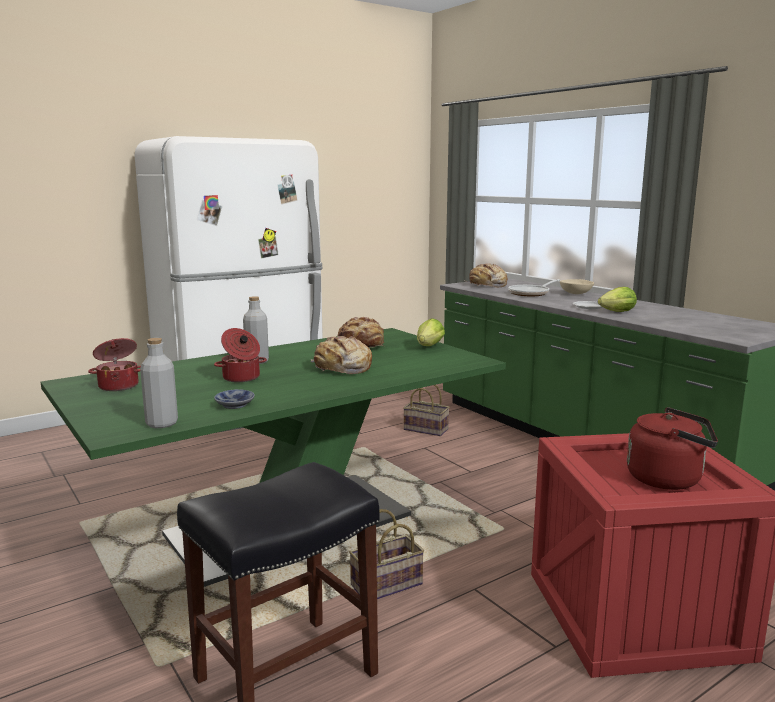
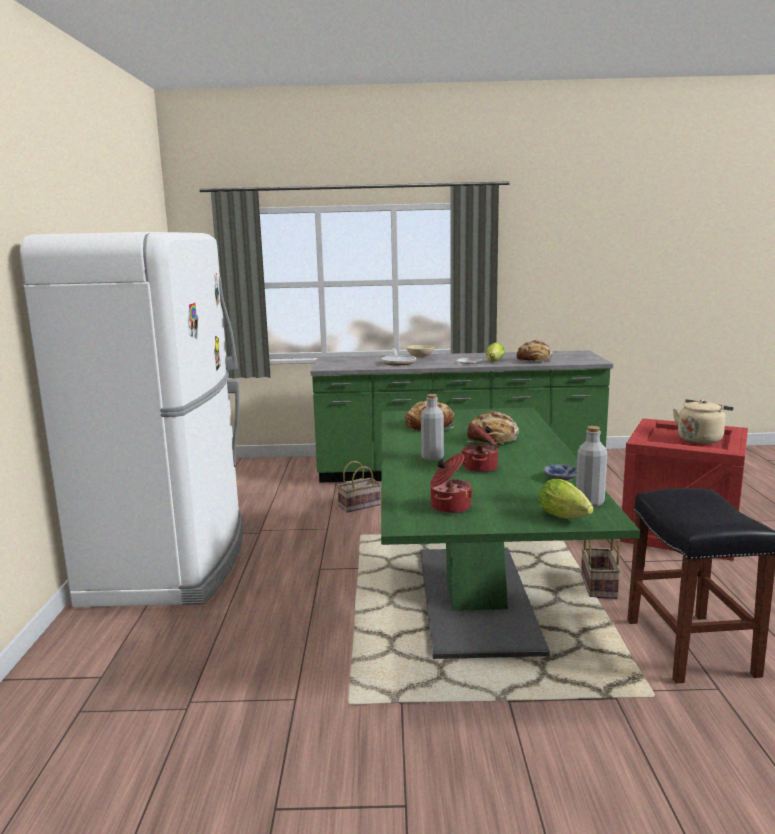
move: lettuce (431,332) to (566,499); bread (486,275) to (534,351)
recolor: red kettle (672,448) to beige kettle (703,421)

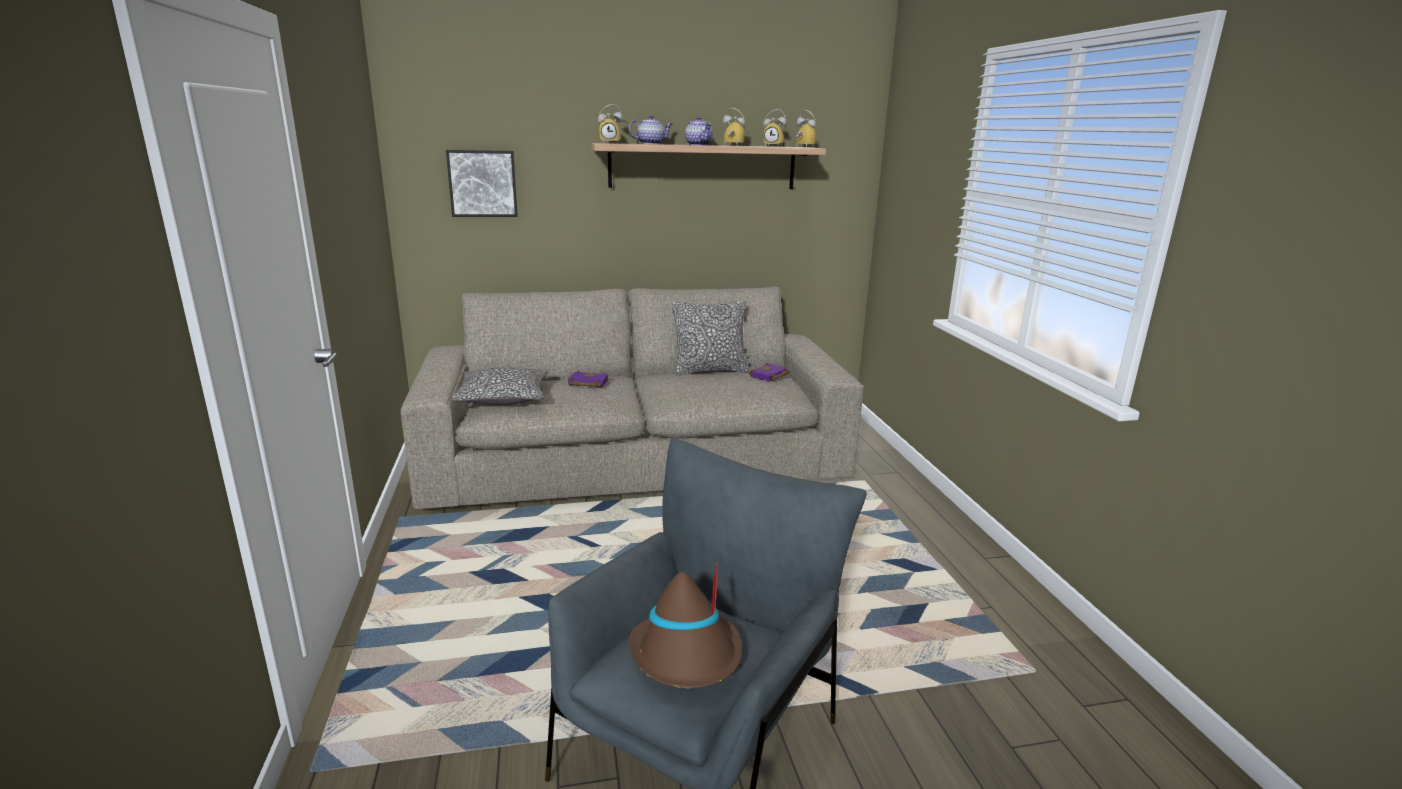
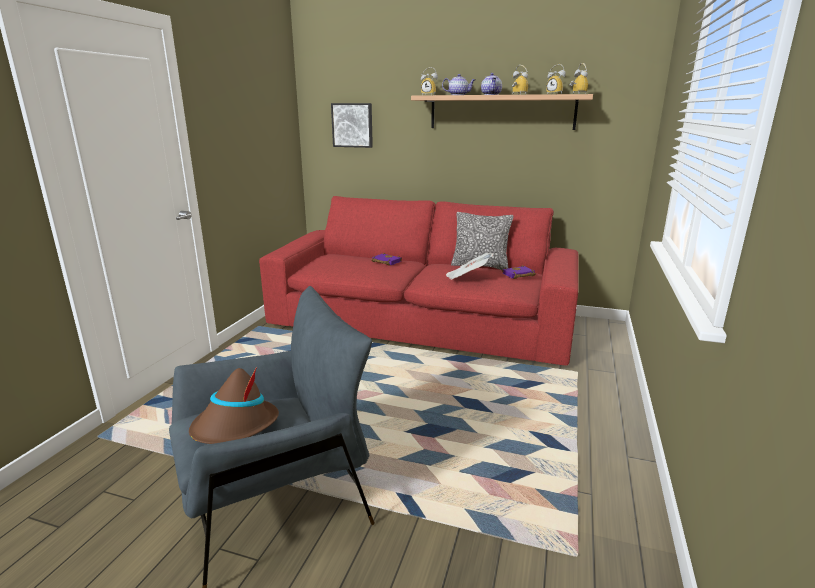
delete: pillow (499,386)
insert: newspaper (469,266)
recolor: beige sofa (632,398) to red sofa (419,281)

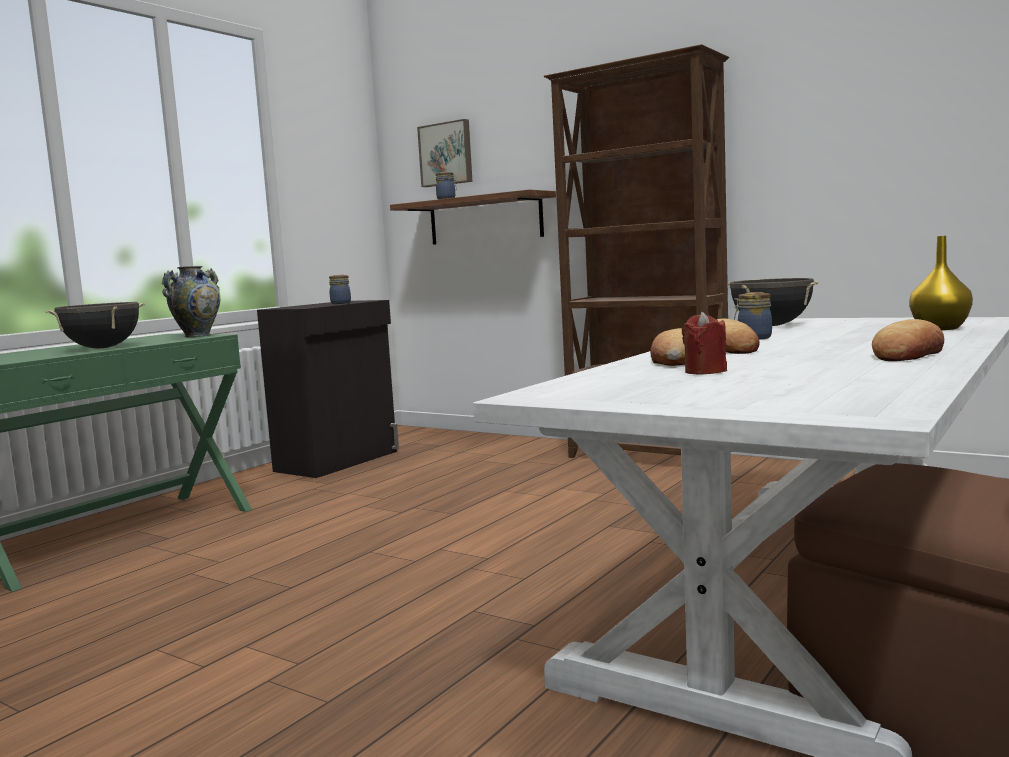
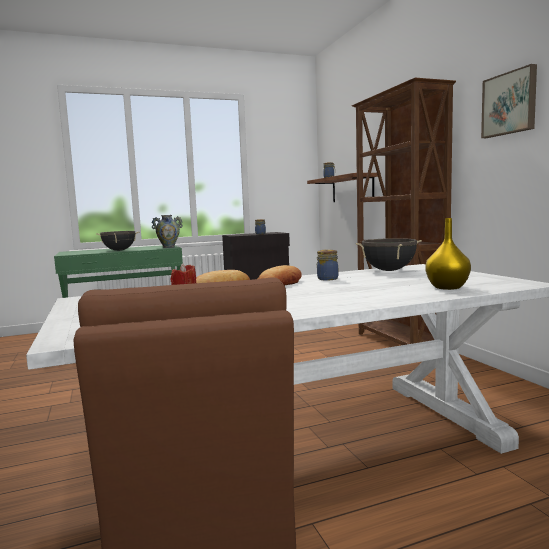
delete: bread (908,340)
move: picture (445,153) to (509,101)

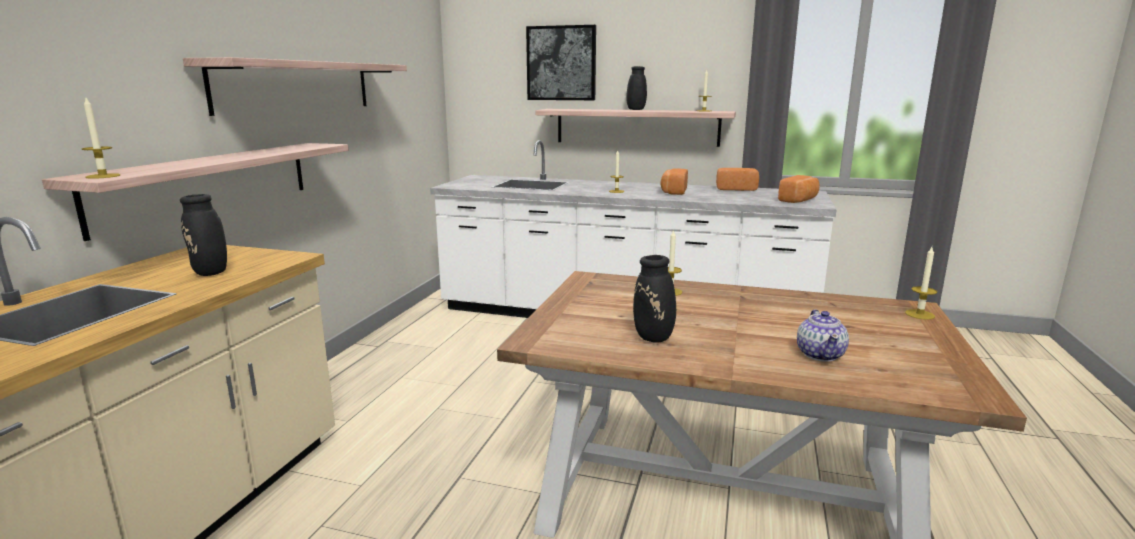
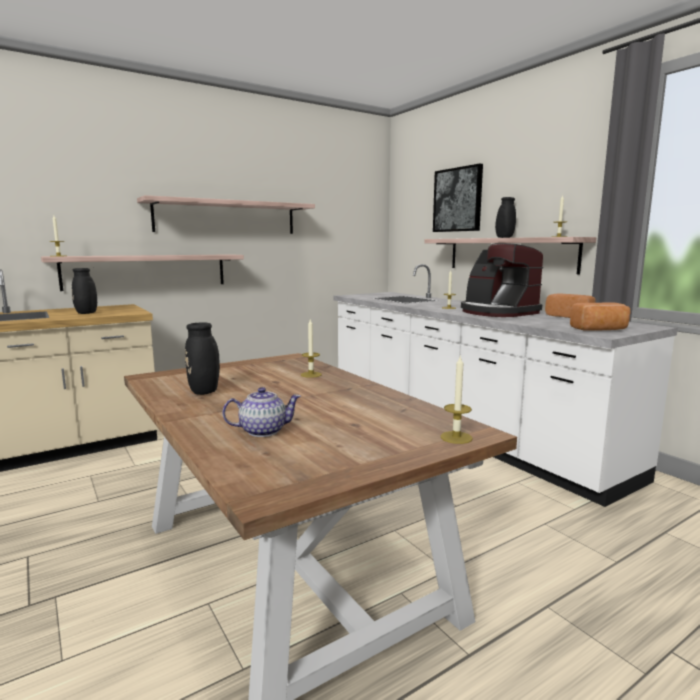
replace: bread (674,181) to coffee machine (502,280)
rotate: teapot (823,335) = (261,412) 150 degrees counterclockwise

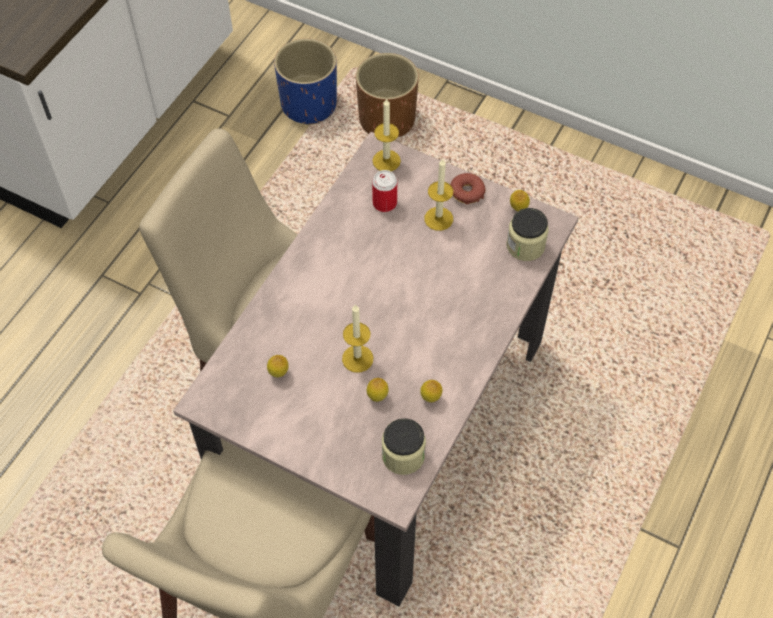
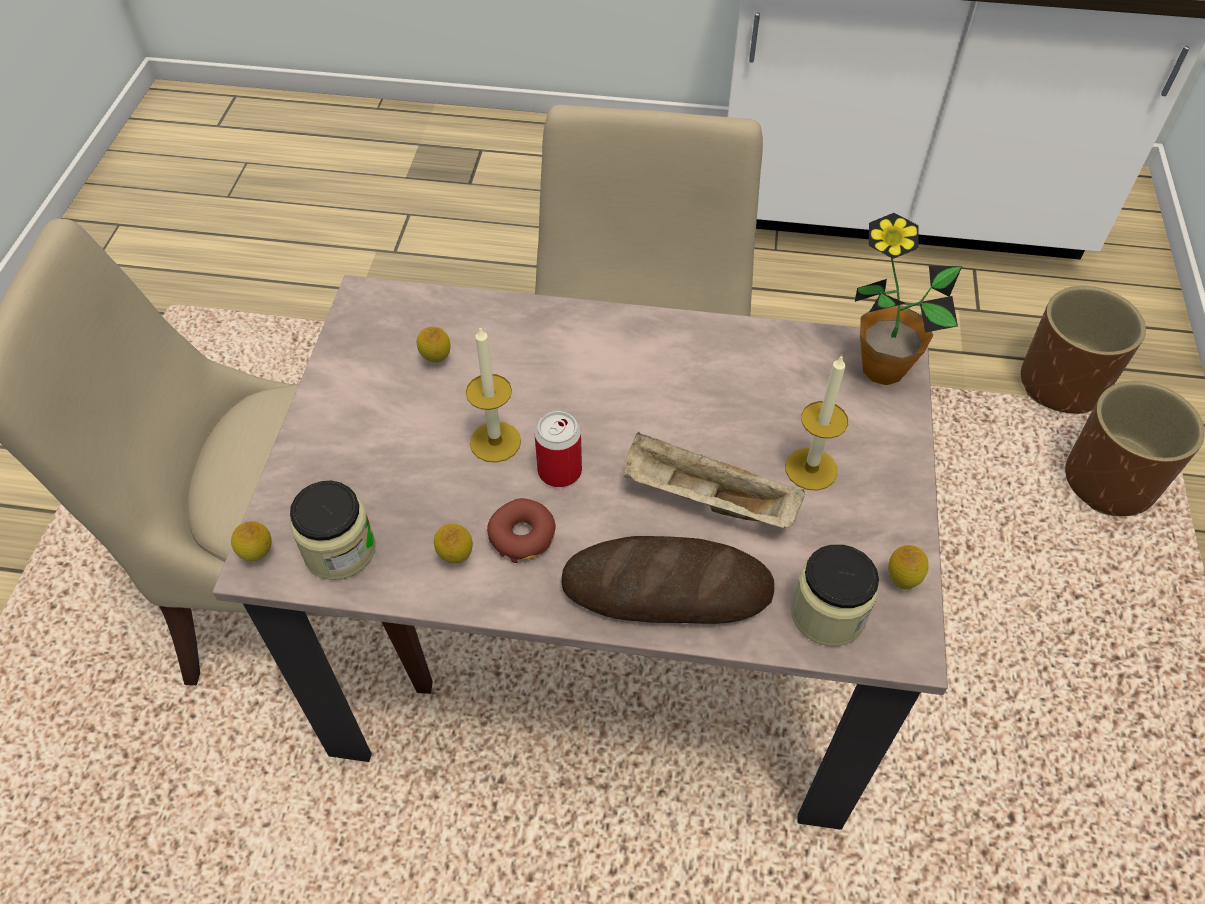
insert: bread (668,580); beige tray (714,480)
move: lemon (377,390) to (251,541); can (384,191) to (558,449); donut (467,188) to (521,530)
replace: candle (386,134) to potted plant (908,299)
recolor: blue planter (305,82) to brown planter (1083,350)

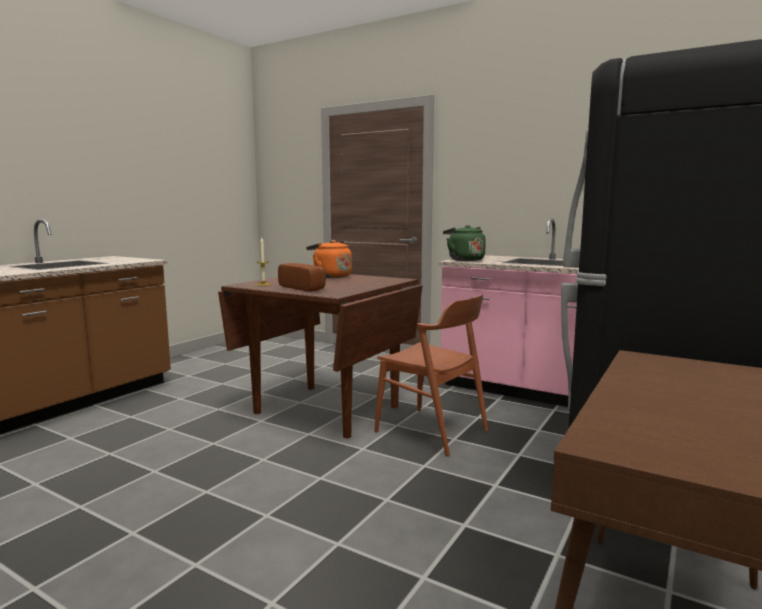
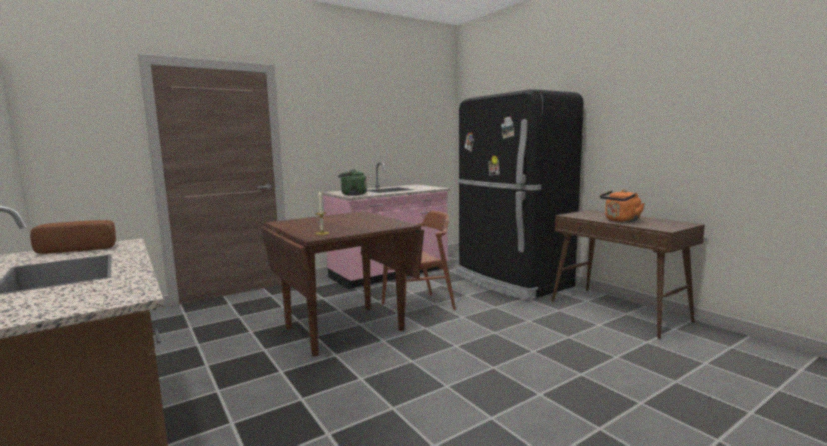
move: bread (302,277) to (73,237); orange kettle (329,259) to (622,206)

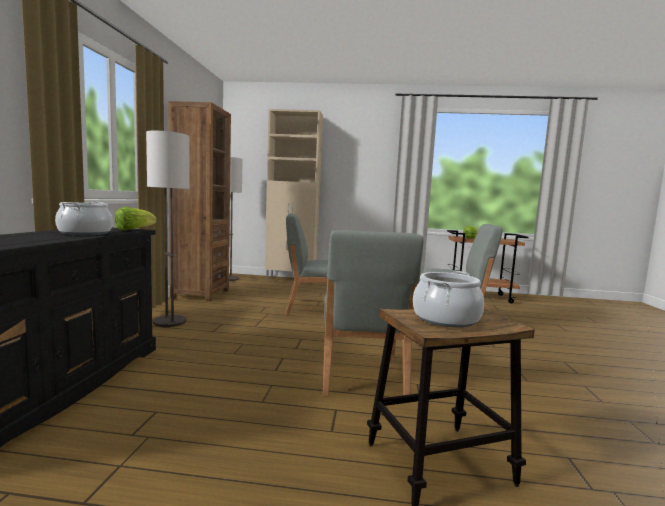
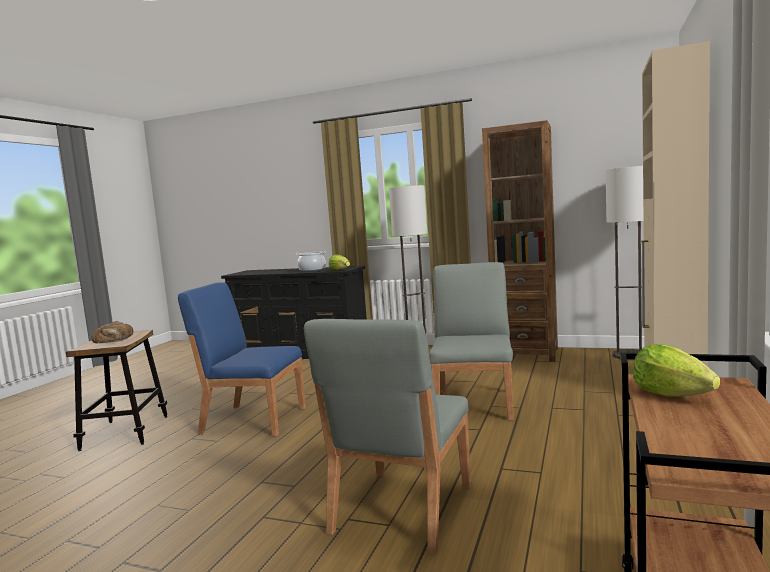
replace: cooking pot (448,299) to bread (112,332)
recolor: grey chair (373,313) to blue chair (242,359)

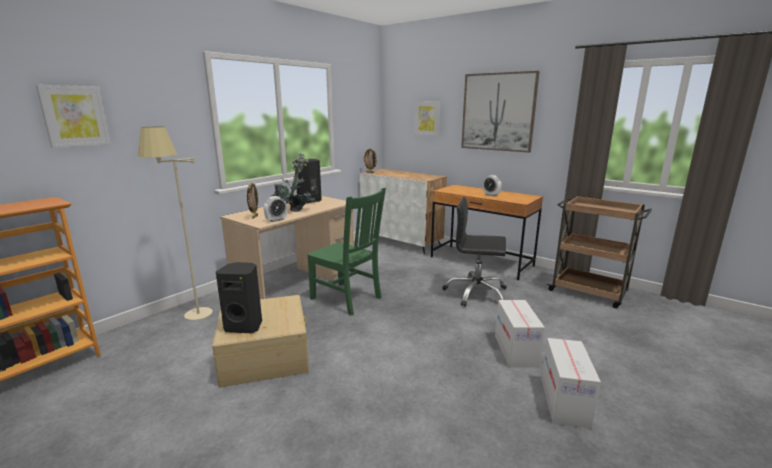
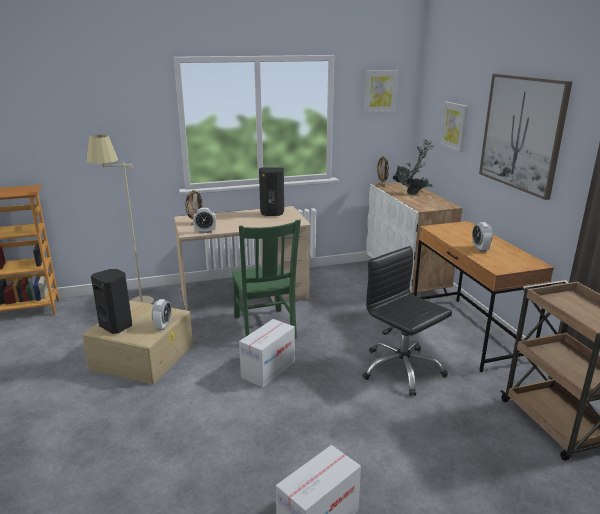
insert: alarm clock (161,314)
move: picture (73,116) to (381,91); potted plant (293,183) to (413,167); cardboard box (520,333) to (267,353)

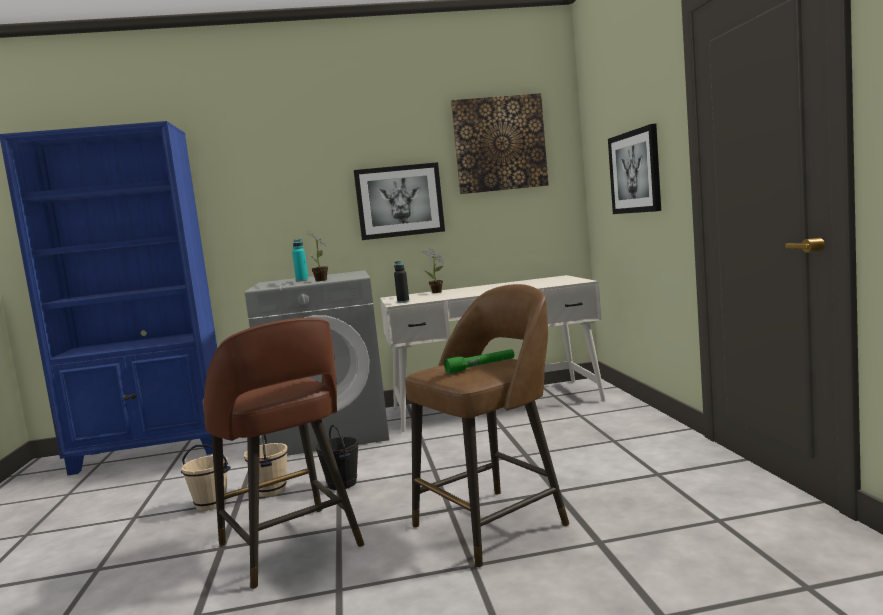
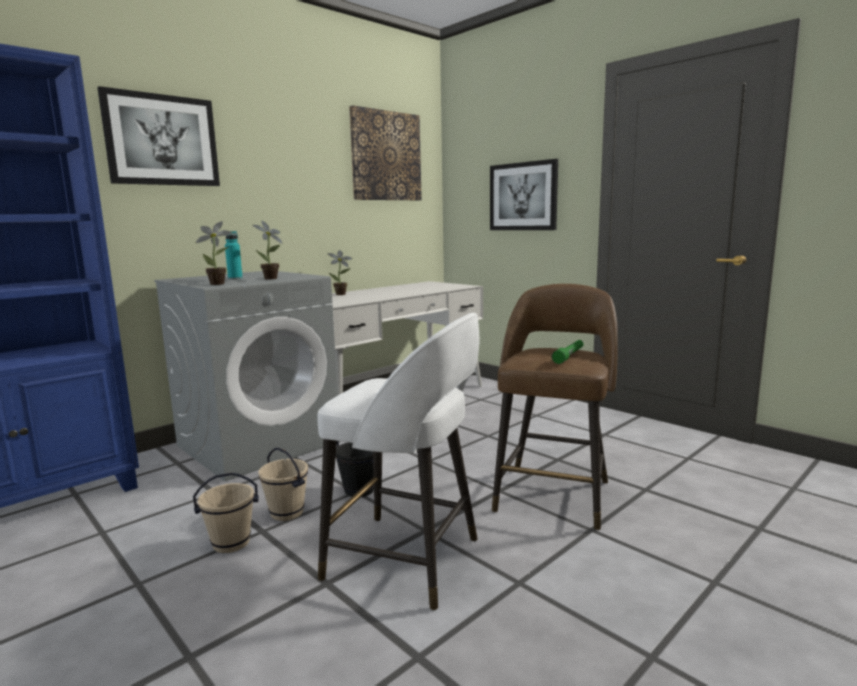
delete: black bottle (401,282)
insert: potted plant (213,253)
move: picture (399,201) to (158,136)
recolor: brown stool (283,453) to white stool (398,462)

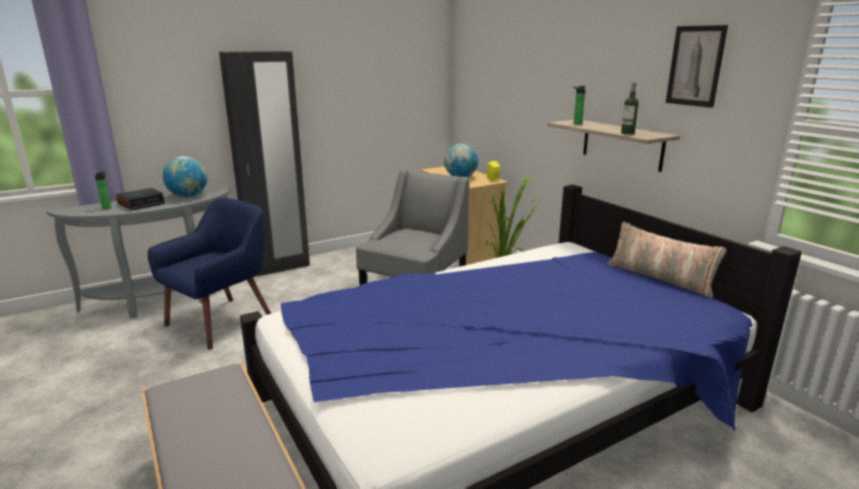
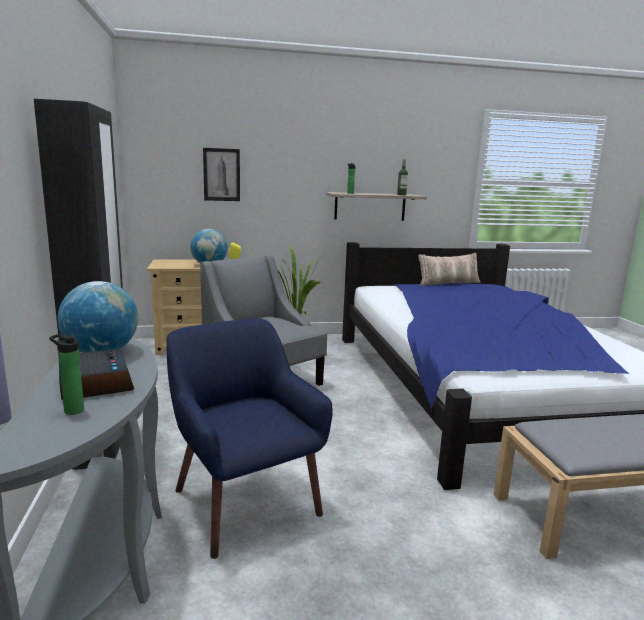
move: picture (697,66) to (221,174)

